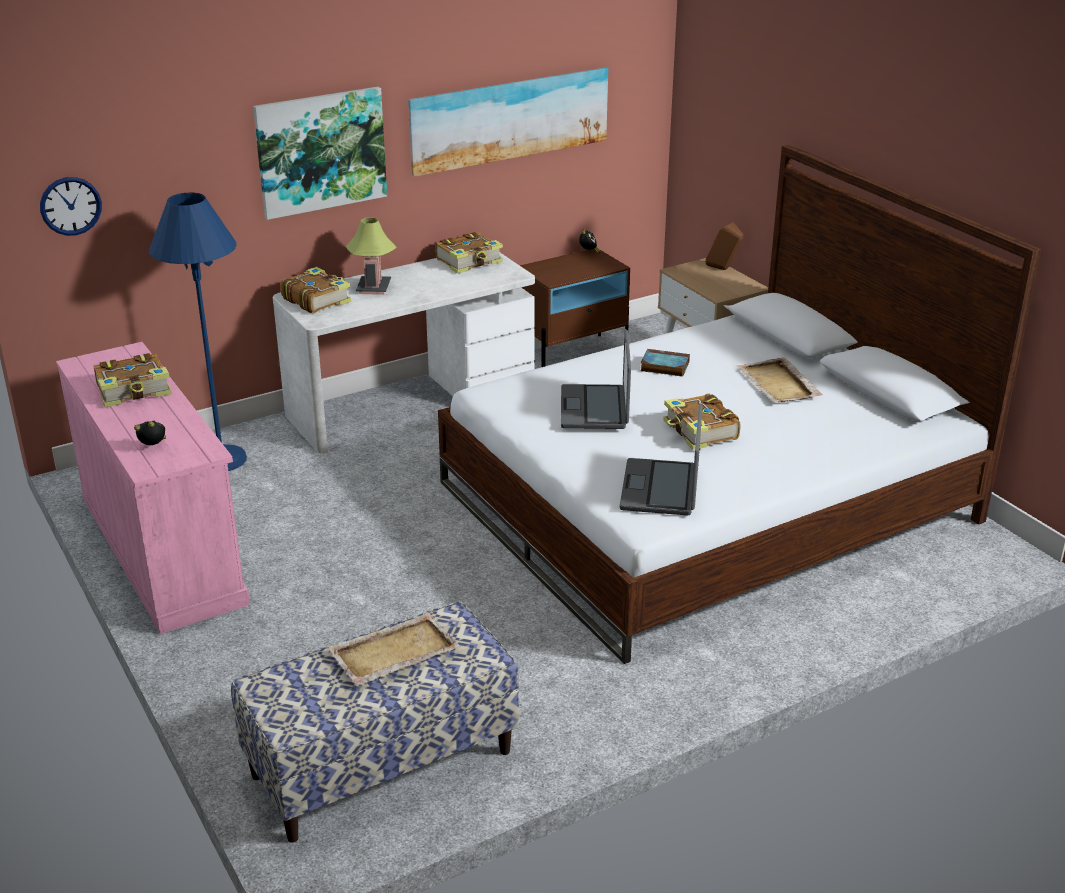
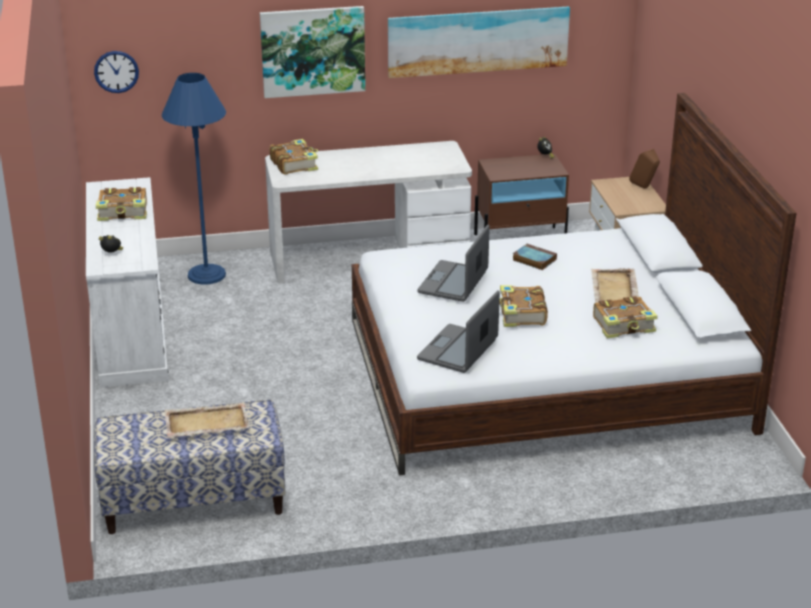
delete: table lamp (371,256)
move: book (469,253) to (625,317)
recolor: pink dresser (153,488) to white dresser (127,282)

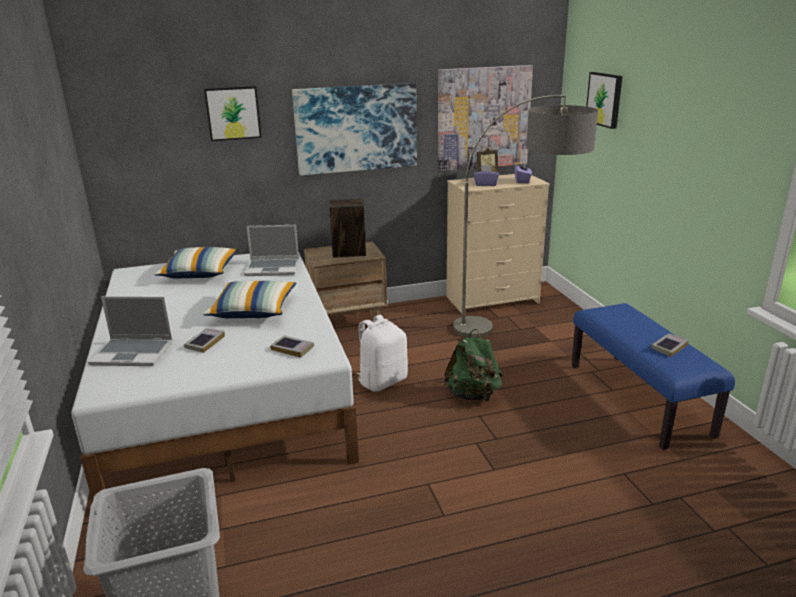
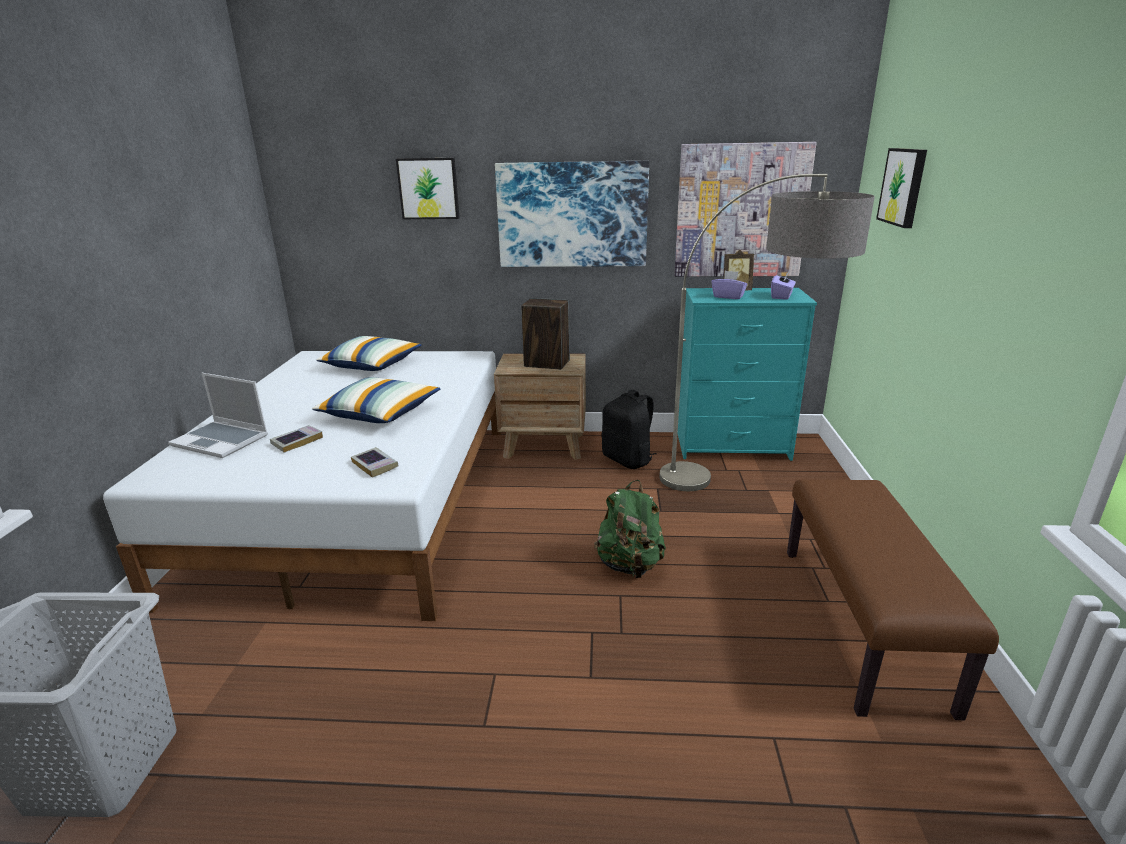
delete: laptop (271,250); white backpack (382,353); book (670,345)
insert: black backpack (629,429)
recolor: beige dresser (498,243) to turquoise dresser (747,374); blue bench (653,376) to brown bench (893,599)

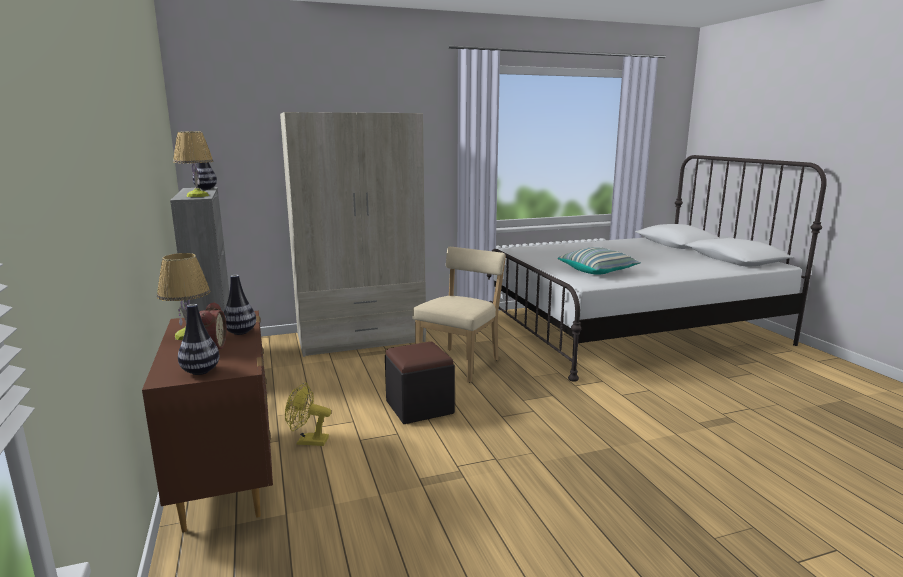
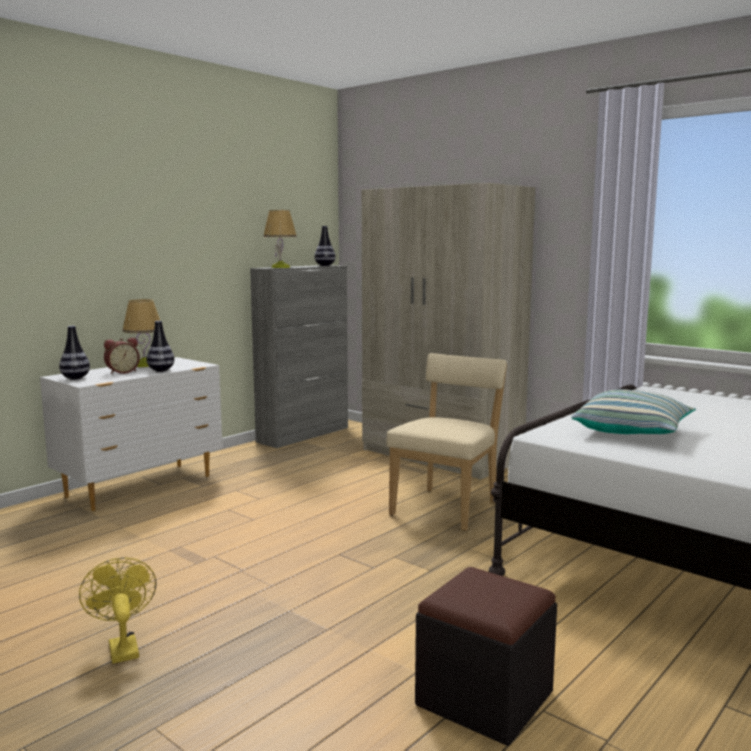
move: yellow fan (308,414) to (118,610); black ottoman (420,383) to (486,656)
recolor: brown dresser (207,422) to white dresser (131,434)
rotate: beige chair (459,315) = (446,442) 60 degrees counterclockwise

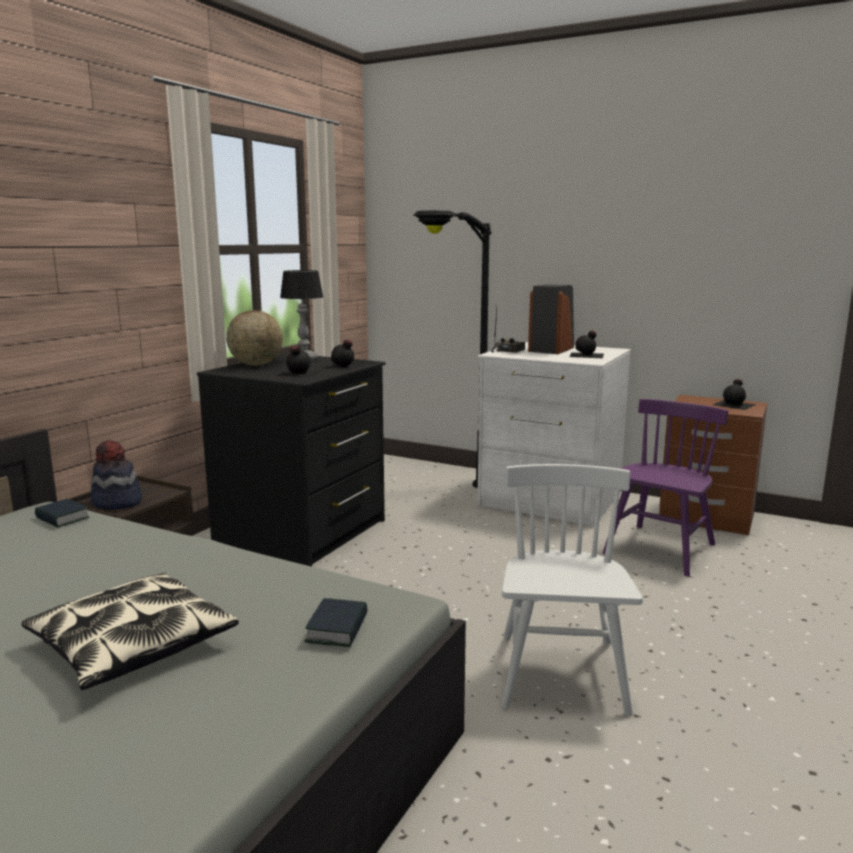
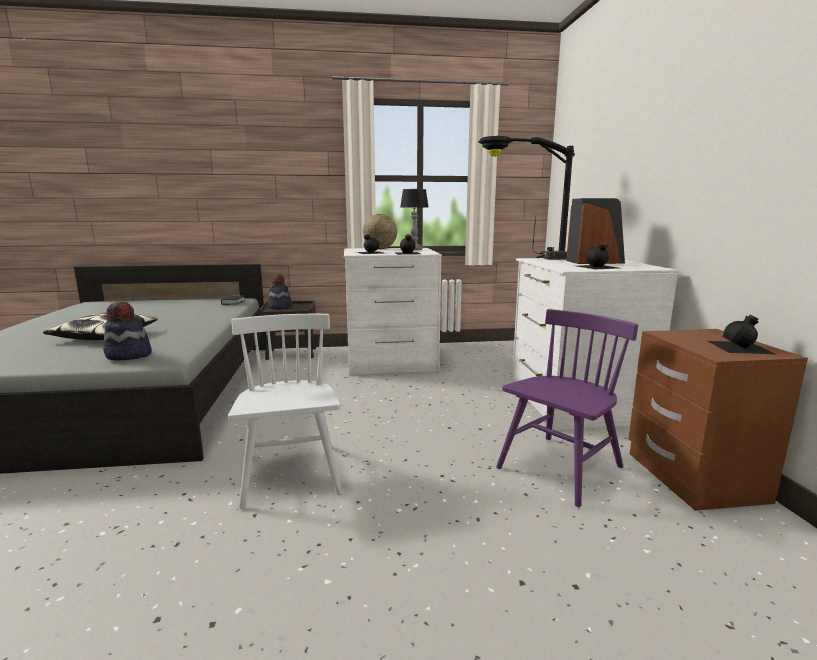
replace: book (336,622) to hat (127,331)
recolor: black dresser (291,460) to white dresser (393,312)
rotate: white chair (572,590) = (285,411) 75 degrees counterclockwise; purple chair (665,488) = (567,408) 45 degrees counterclockwise

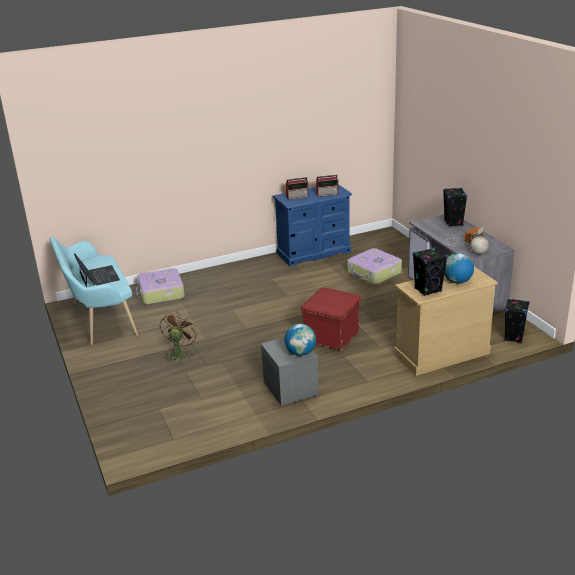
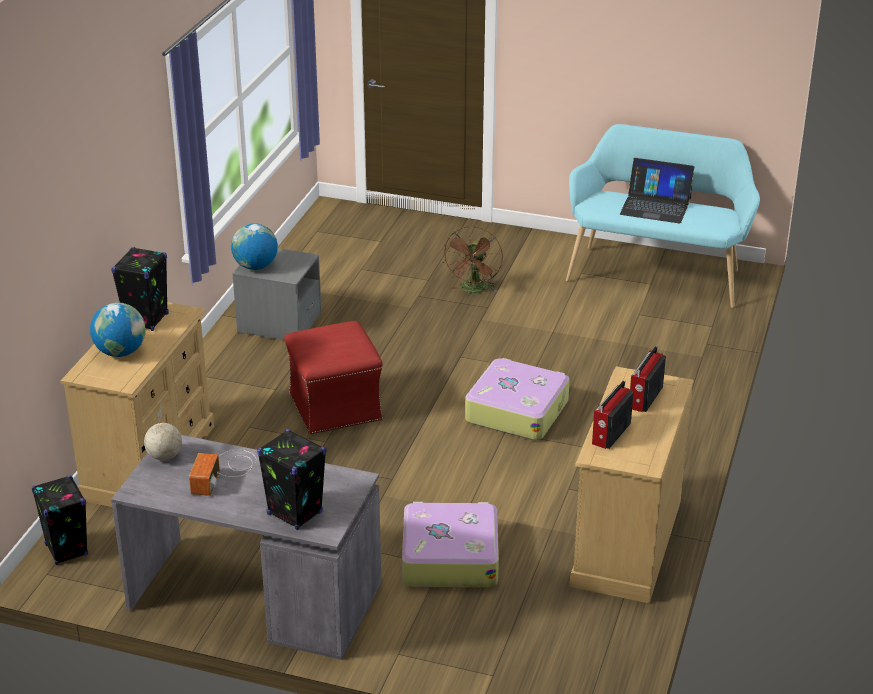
move: suitcase (160,286) to (517,399)
recolor: blue dresser (312,225) to beige dresser (632,485)
rotate: brown fan (179,337) = (473,259) 45 degrees clockwise

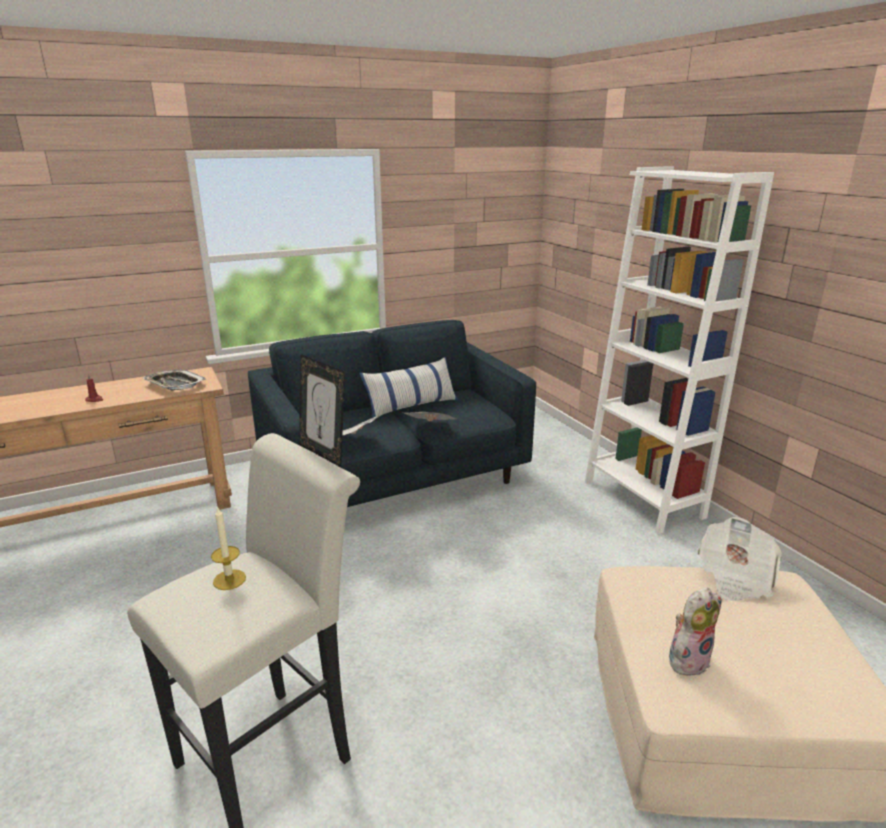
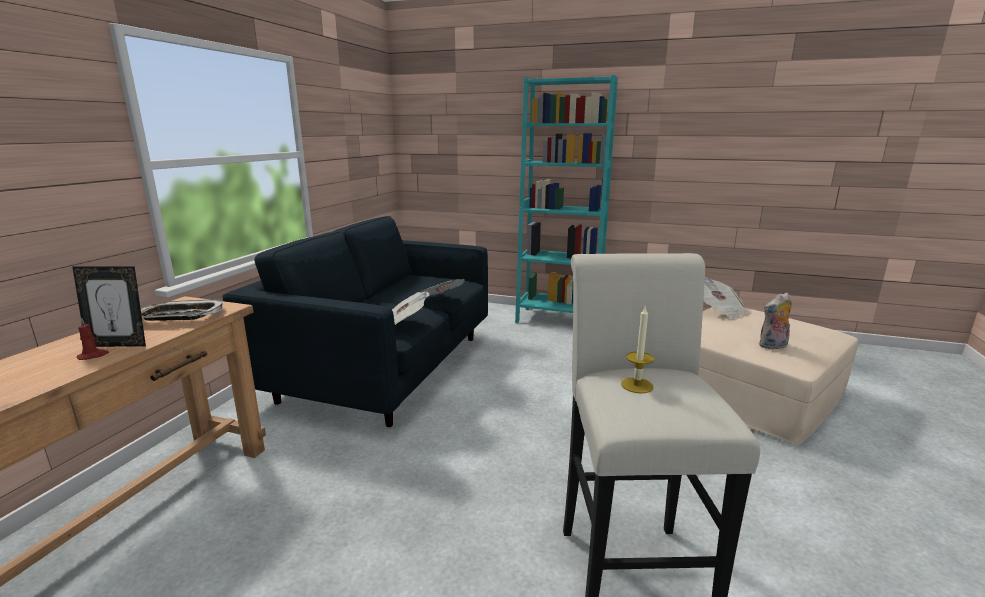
delete: pillow (408,388)
move: picture frame (322,411) to (109,306)
recolor: white bookcase (679,350) to turquoise bookcase (566,199)
rotate: plush toy (695,631) = (775,321) 120 degrees counterclockwise

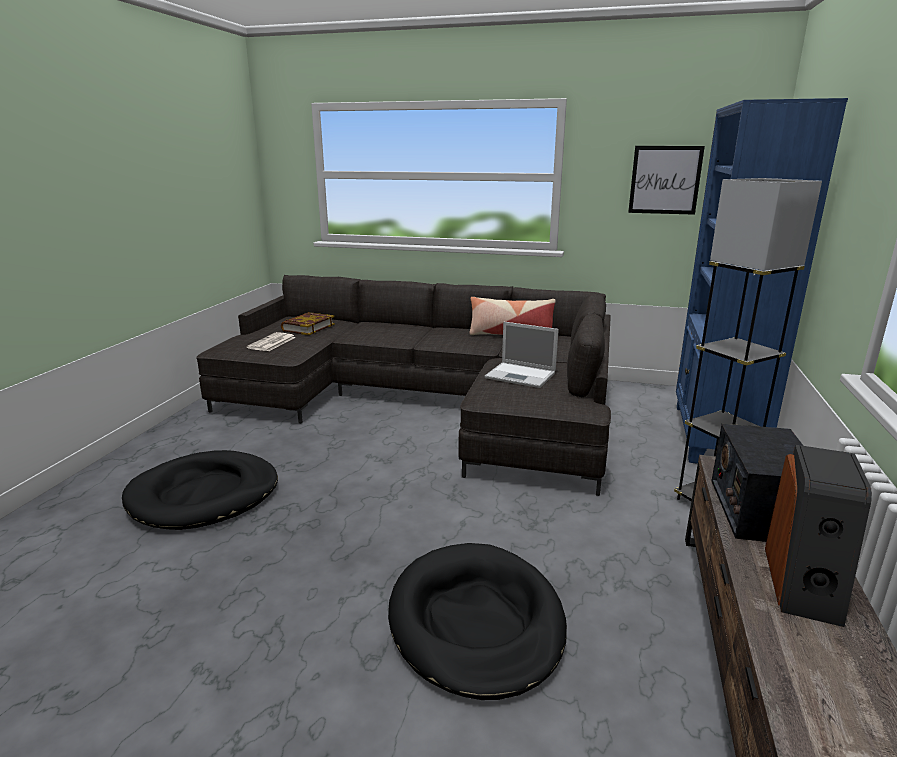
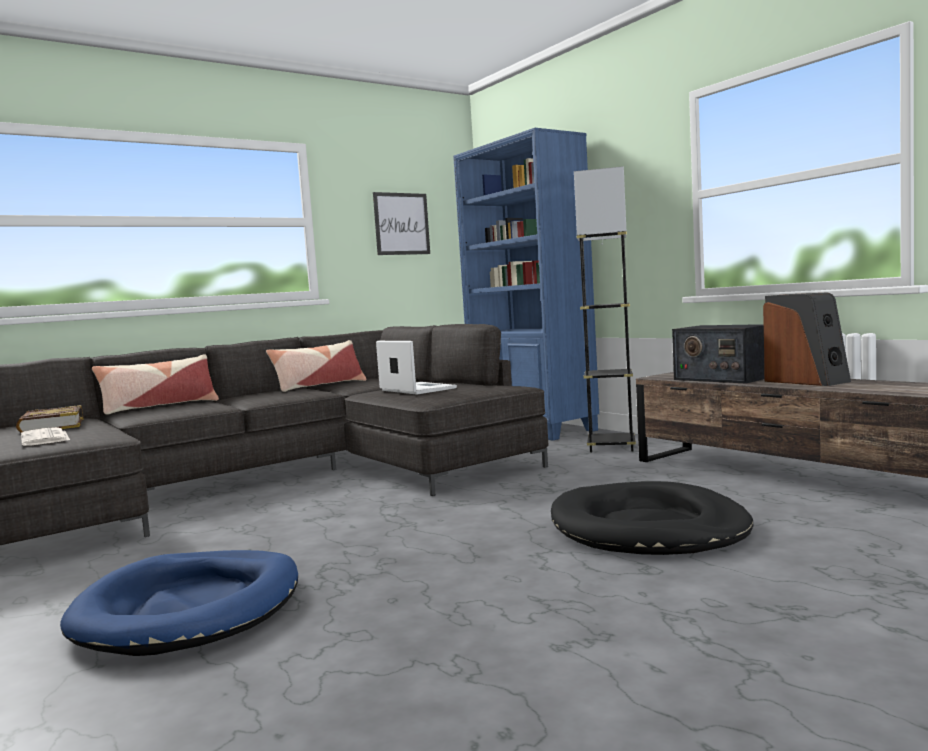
insert: pillow (155,384)
recolor: black dog bed (200,490) to blue dog bed (179,603)
rotate: laptop (522,355) = (416,368) 105 degrees counterclockwise

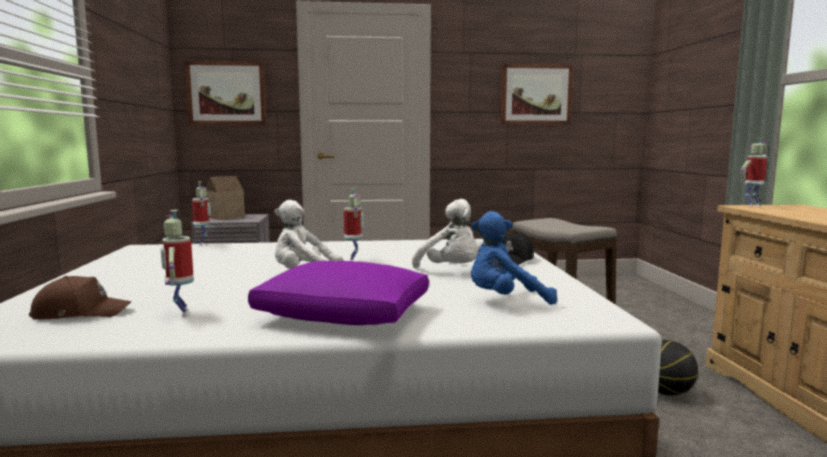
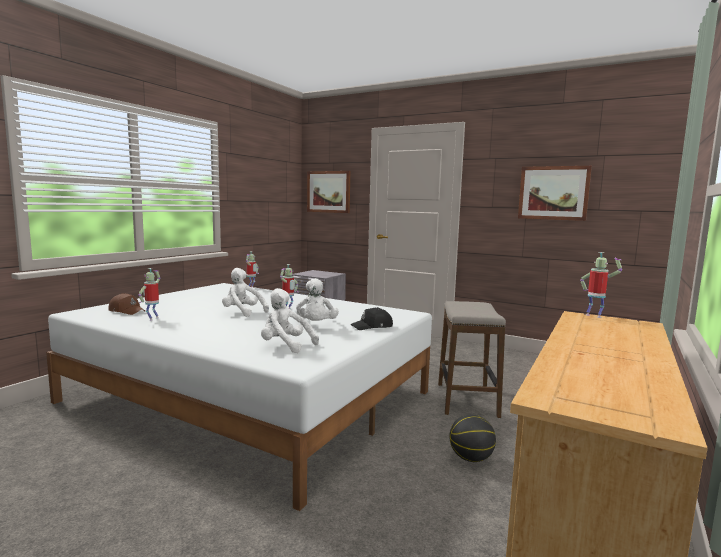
delete: toy house (225,198); purple pillow (338,293)
recolor: blue plush toy (514,258) to white plush toy (290,320)
rotate: toy robot (753,172) = (601,285) 45 degrees clockwise

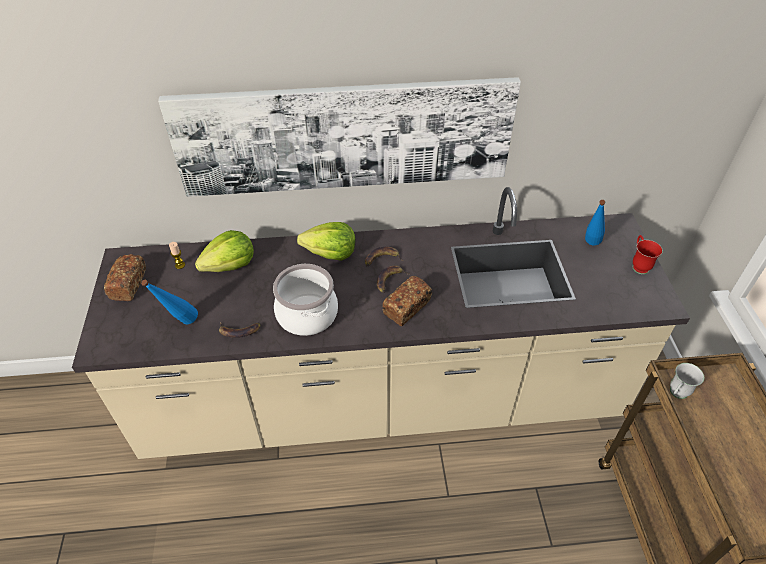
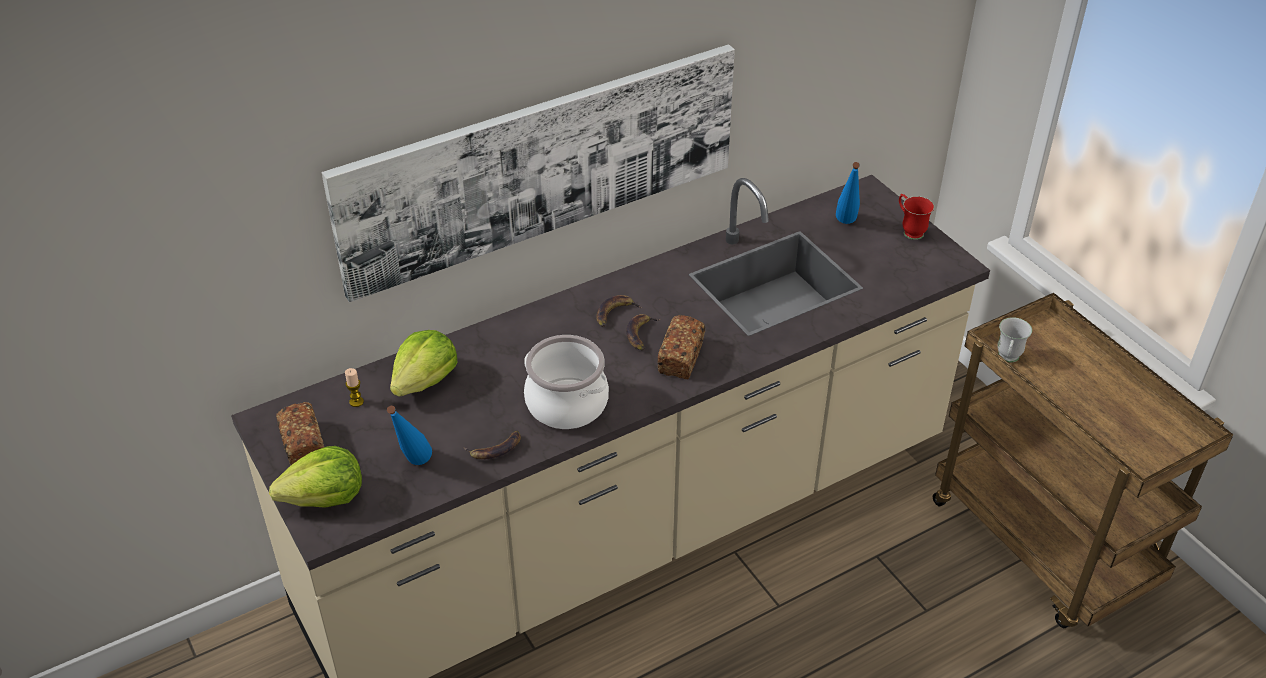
move: lettuce (326,241) to (315,477)

